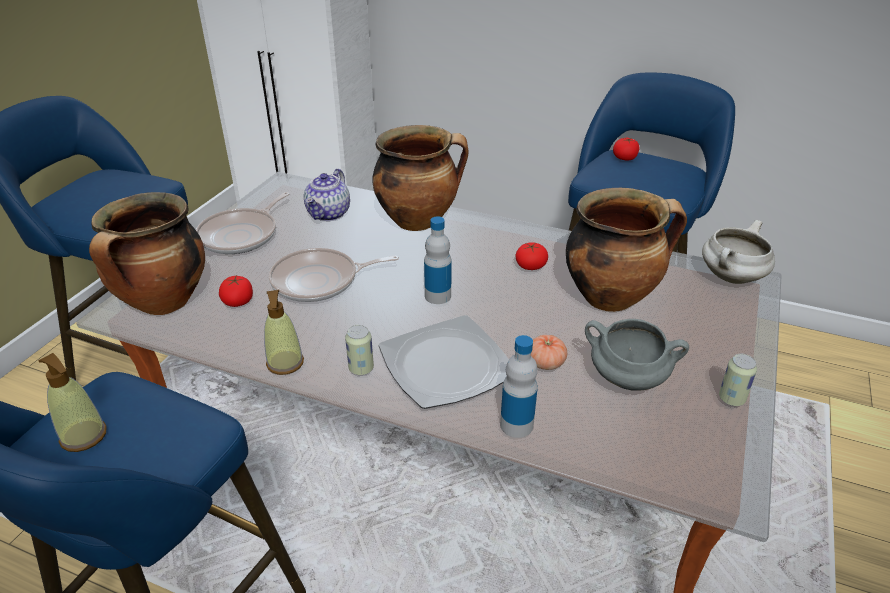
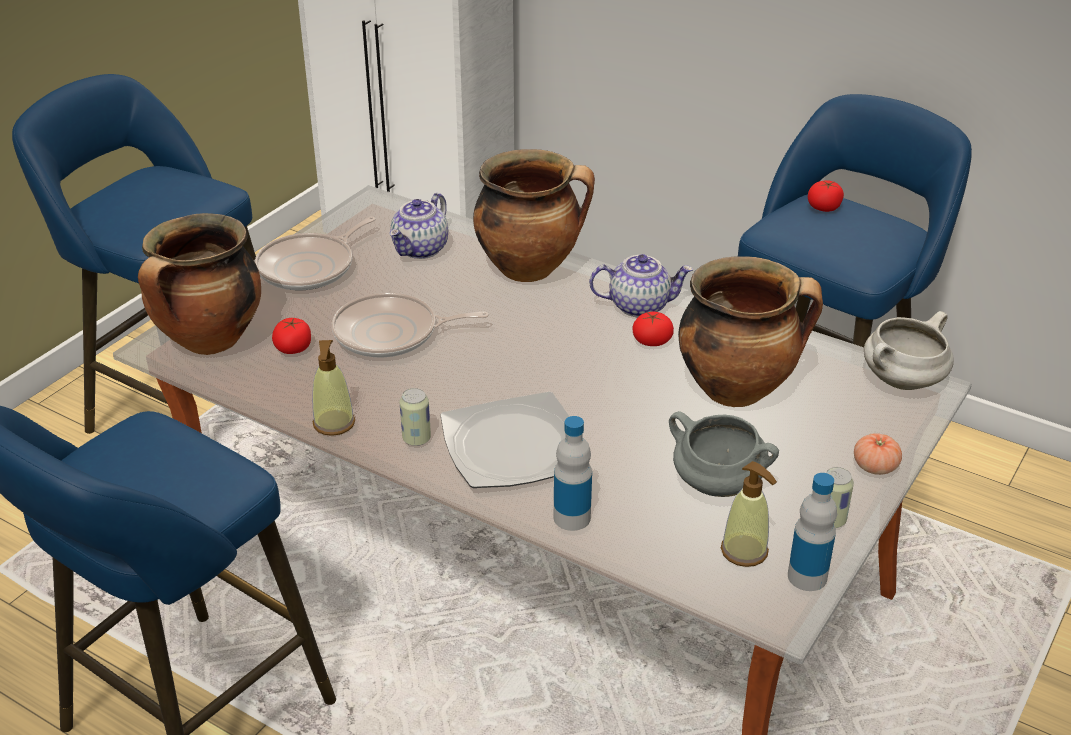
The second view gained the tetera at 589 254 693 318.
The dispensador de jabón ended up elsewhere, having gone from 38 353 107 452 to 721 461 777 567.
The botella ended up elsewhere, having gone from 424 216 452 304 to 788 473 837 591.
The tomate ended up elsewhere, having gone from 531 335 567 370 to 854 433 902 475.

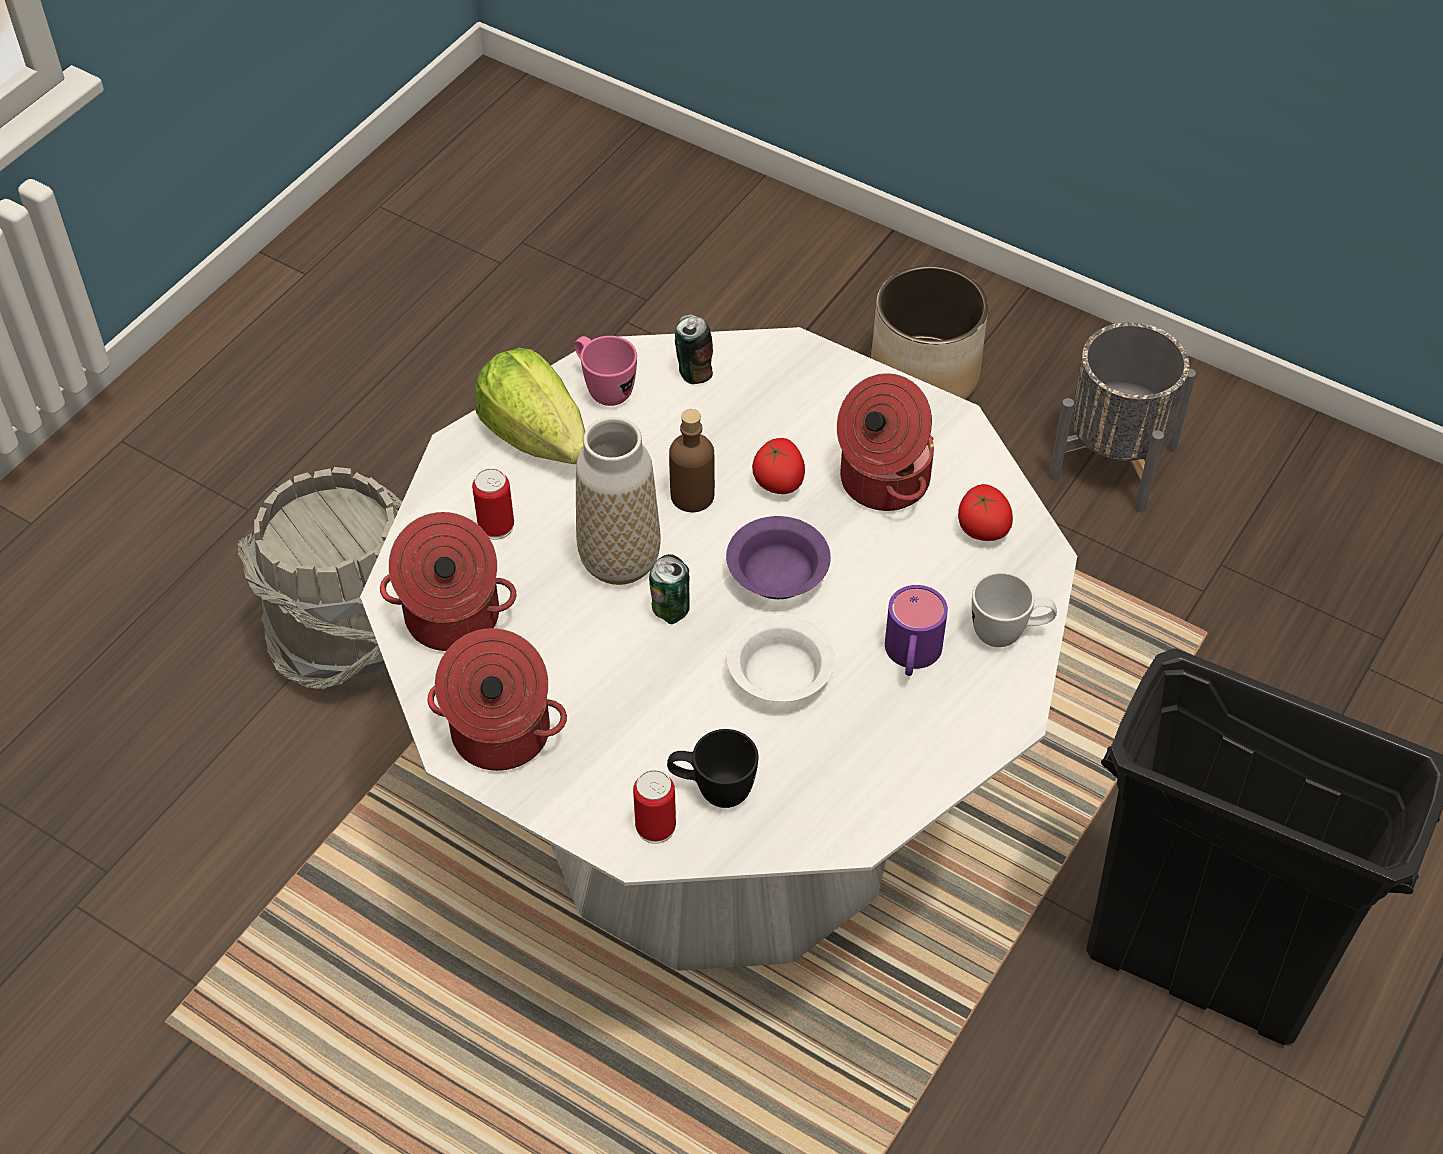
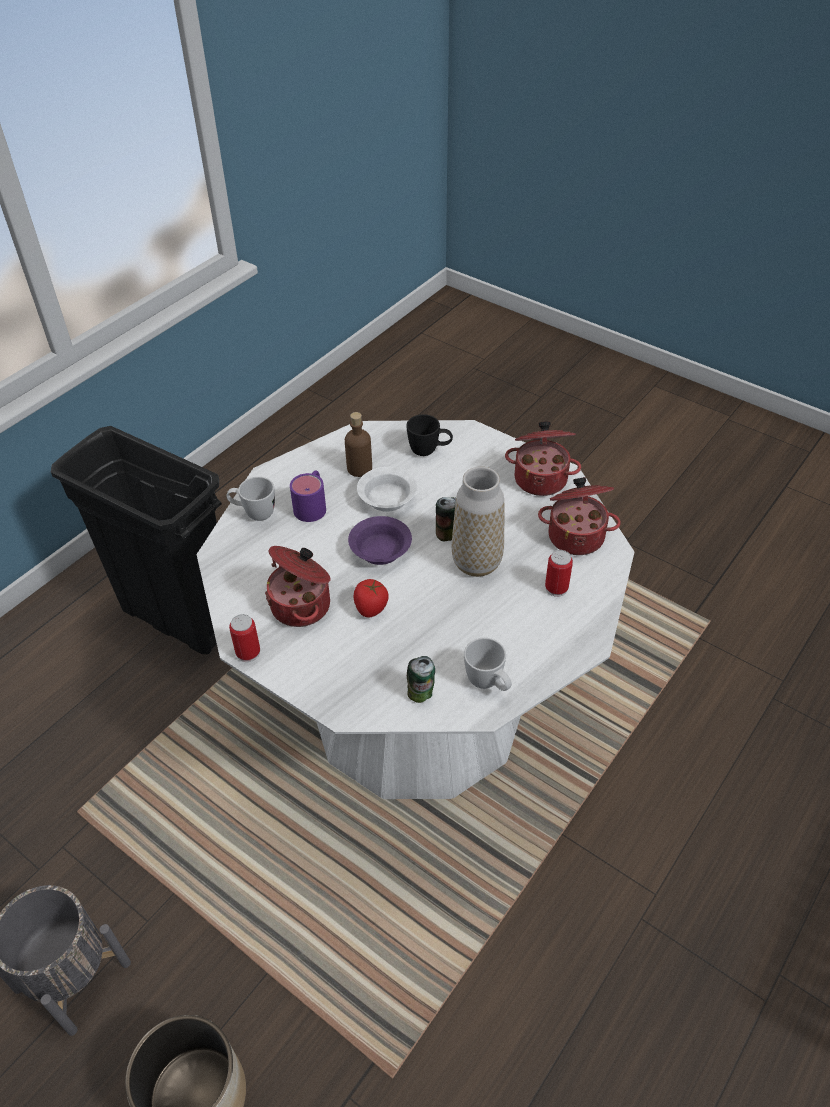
The lata ended up elsewhere, having gone from 633 770 676 844 to 229 614 260 662.
The botella/marrón ended up elsewhere, having gone from 669 409 715 512 to 345 412 372 477.
What was the taza grande/rosa at 574 336 637 406 turned into the taza grande/blanco at 464 638 512 691.
The second view lost the cubo/gris at 238 467 402 692.
The second view lost the lechuga at 475 348 585 464.
The second view lost the tomate at 958 484 1013 541.

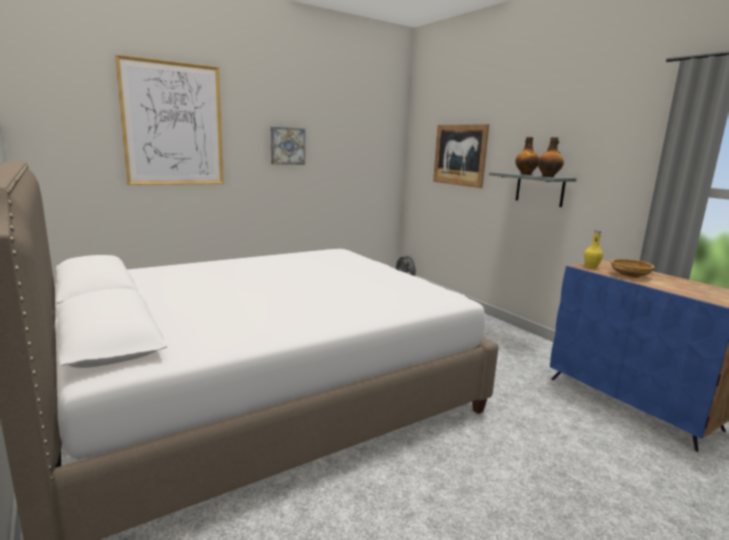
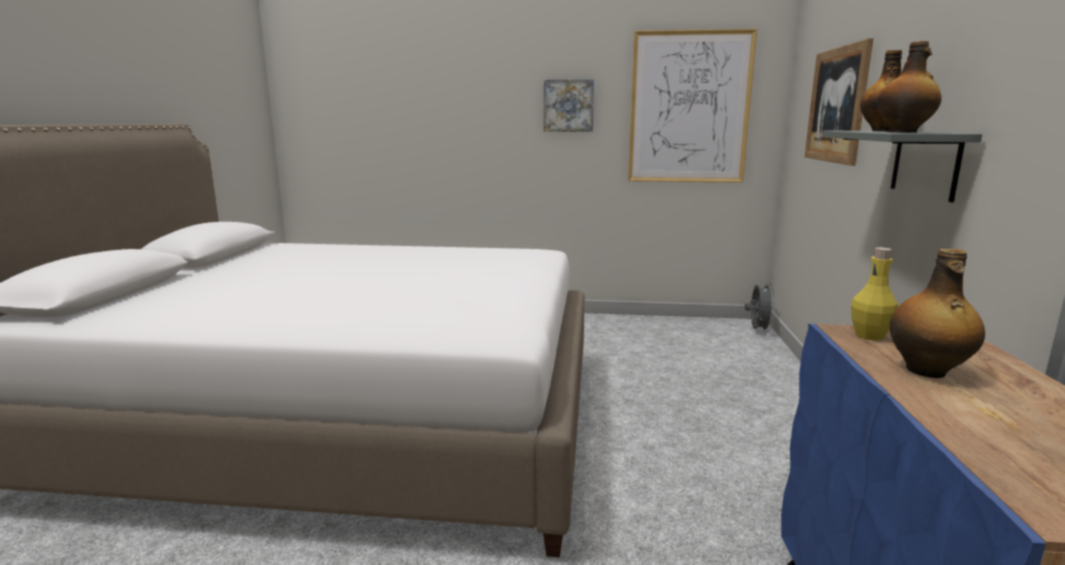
The cuadro ended up elsewhere, having gone from 115 54 224 185 to 628 29 757 183.
Where the cuenco/beis stood at 611 259 655 278, the botella came to stand at 890 249 985 378.

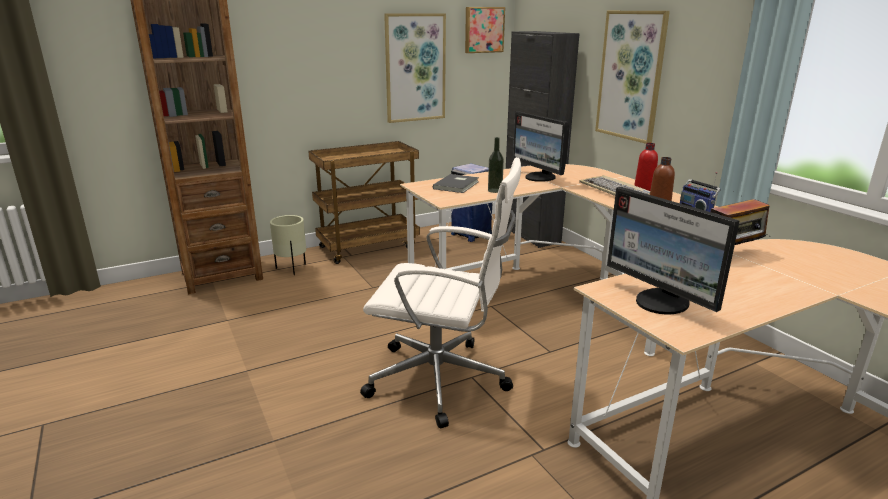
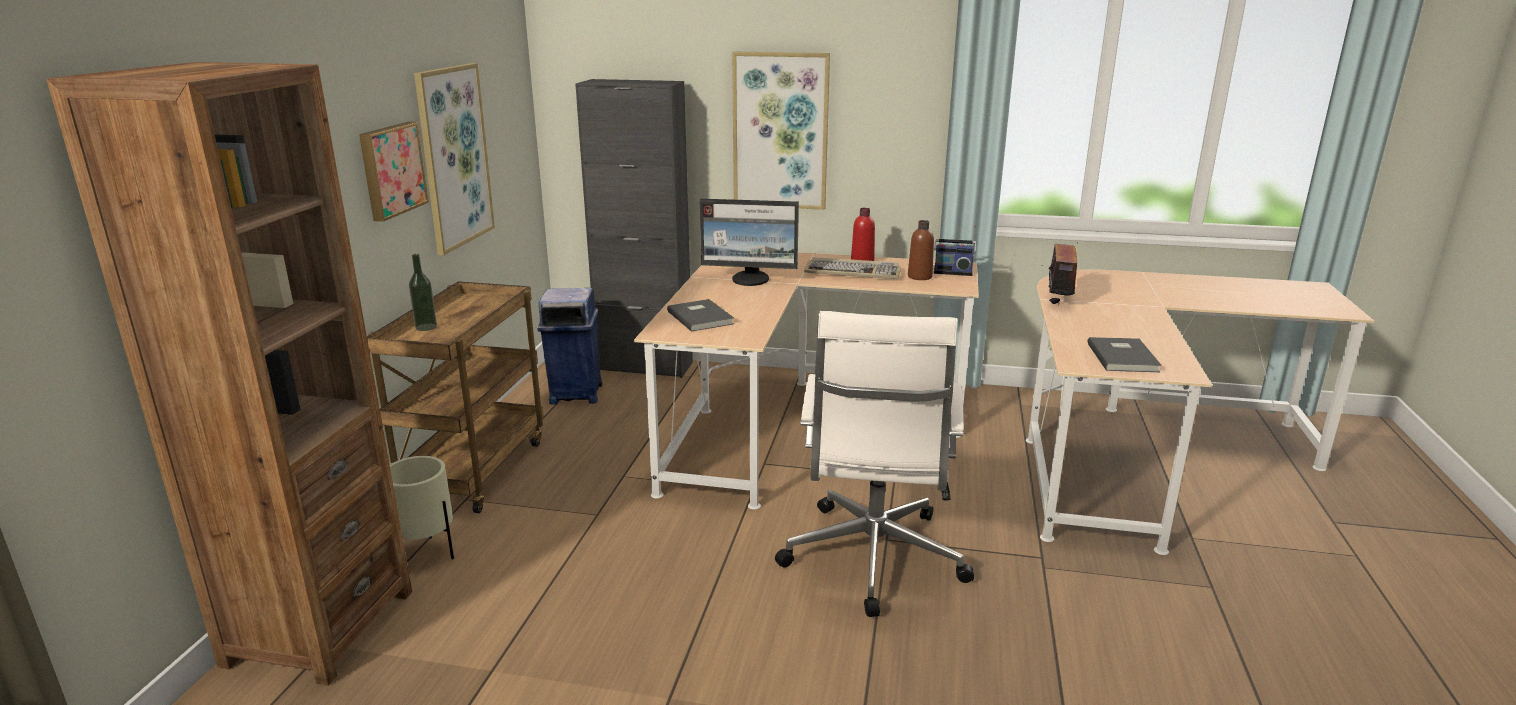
The cuadro ended up elsewhere, having gone from 465 7 505 53 to 359 122 429 222.
The botella ended up elsewhere, having gone from 488 137 504 193 to 409 254 437 331.
The silla de oficina/blanco at 360 157 521 428 ended up facing another way, 135 degrees clockwise from before.
Where the monitor stood at 607 187 739 314, the libro/gris came to stand at 1087 337 1162 372.

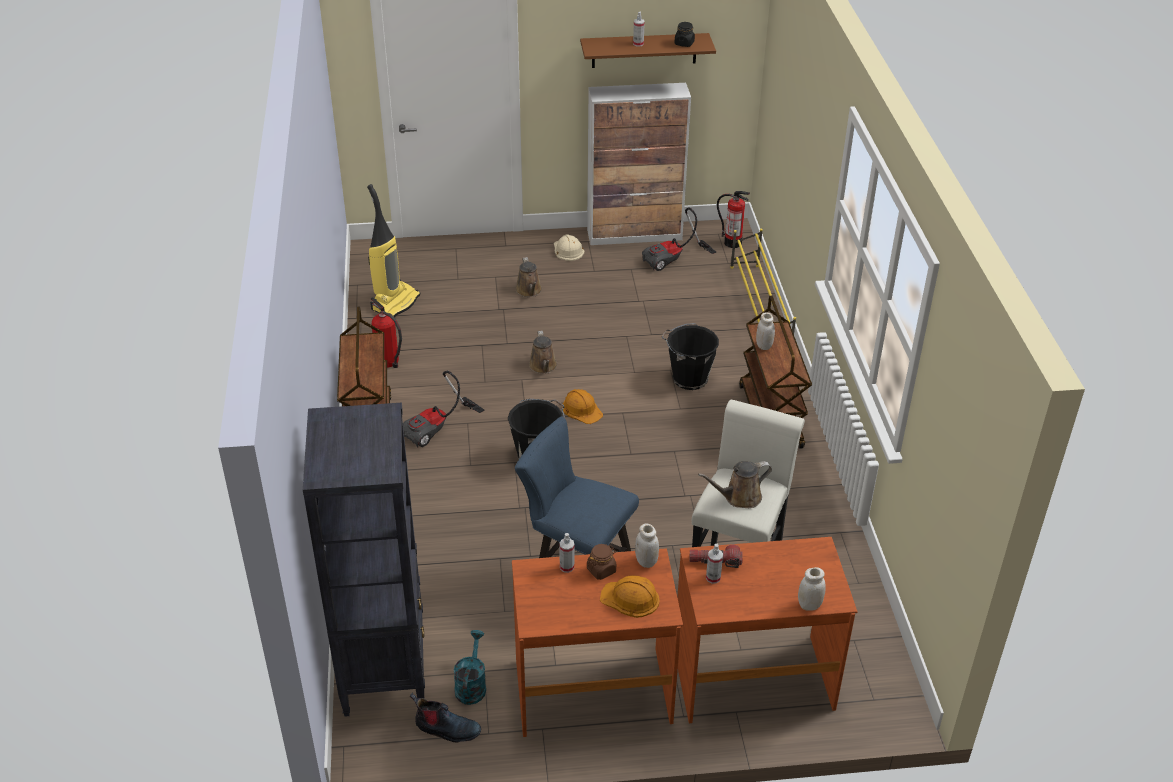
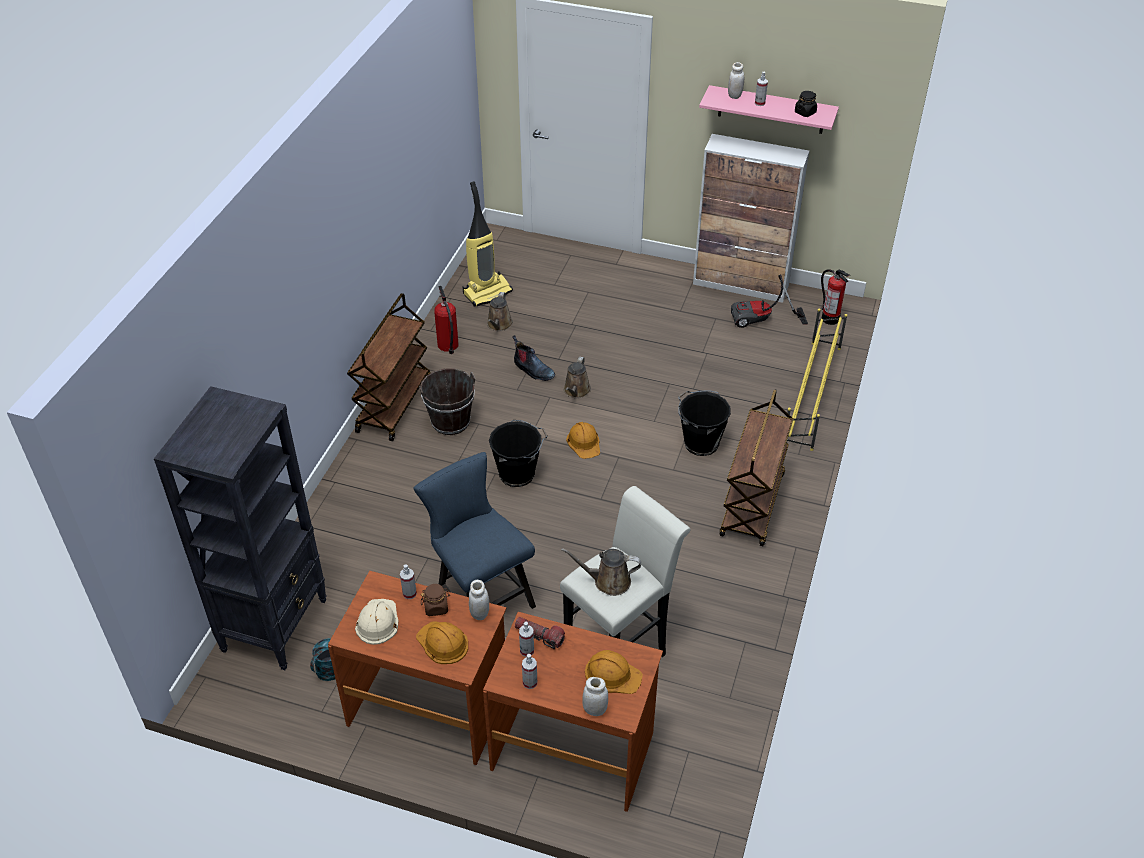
The casco/beis ended up elsewhere, having gone from 554 234 585 261 to 355 599 398 645.
Where the aspiradora stood at 403 370 485 447, the cubo/marrón came to stand at 419 368 475 435.
The regadera/marrón ended up elsewhere, having gone from 516 257 542 297 to 487 292 513 331.
The bota ended up elsewhere, having gone from 410 693 481 743 to 512 335 555 381.
The second view gained the pulverizador at 522 654 537 689.
The second view gained the casco/naranja at 585 650 643 694.
What was the estante/marrón at 580 33 716 68 turned into the estante/rosa at 699 85 839 134.
The tarro/blanco ended up elsewhere, having gone from 756 312 775 350 to 728 62 744 99.

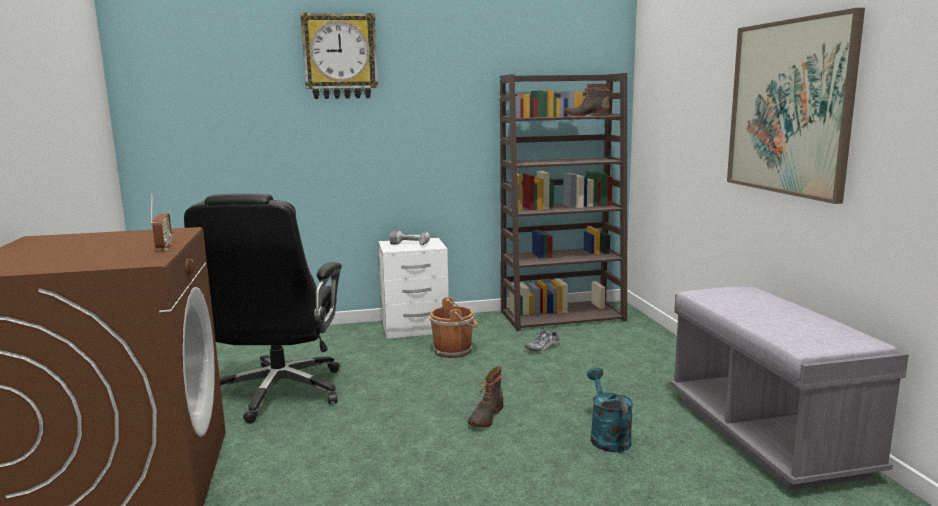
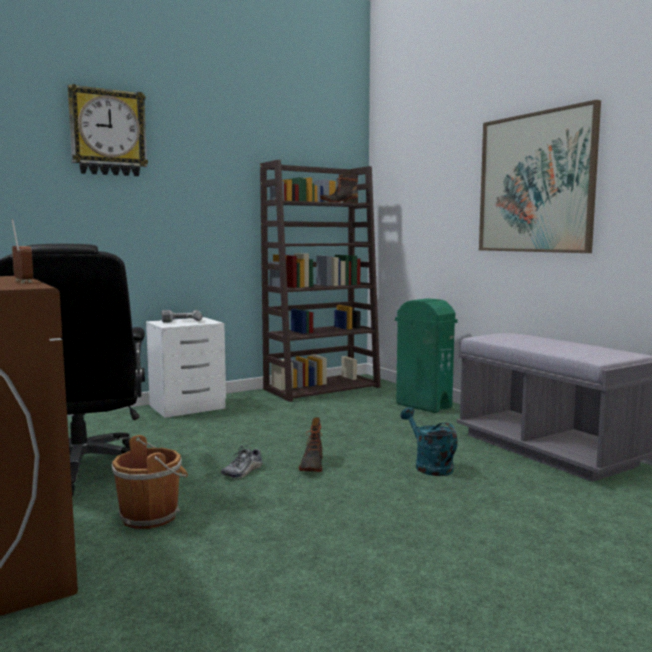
The cubo/marrón ended up elsewhere, having gone from 429 297 478 358 to 111 435 188 529.
The zapato ended up elsewhere, having gone from 525 327 560 353 to 221 446 262 478.
The second view gained the papelera/verde at 395 298 458 413.

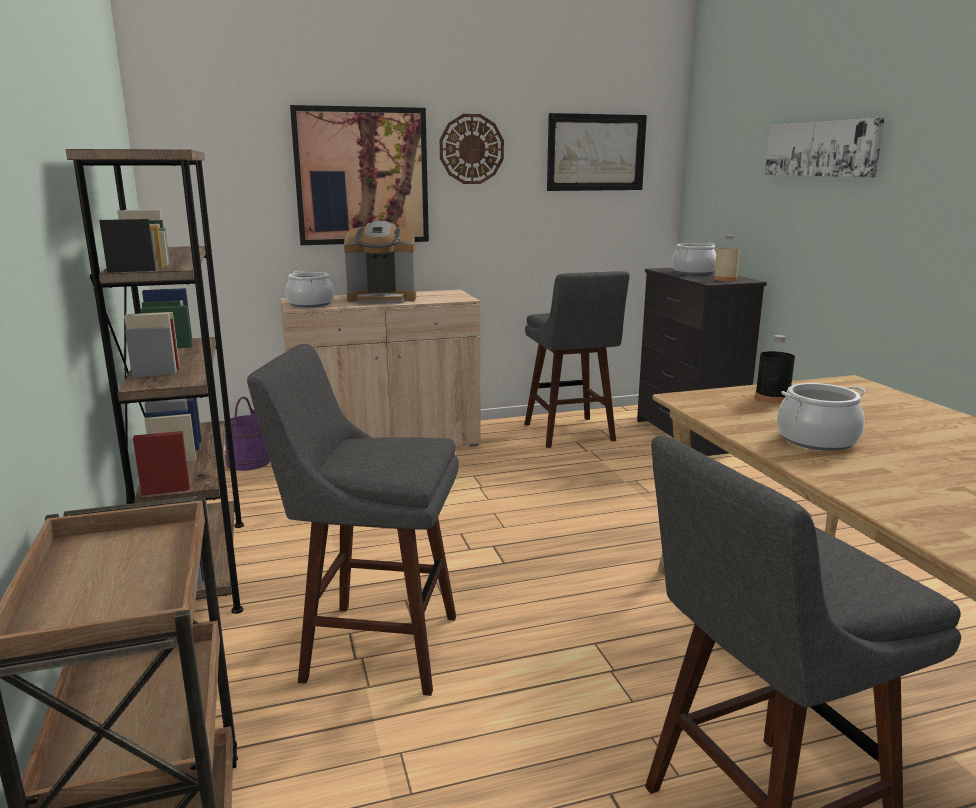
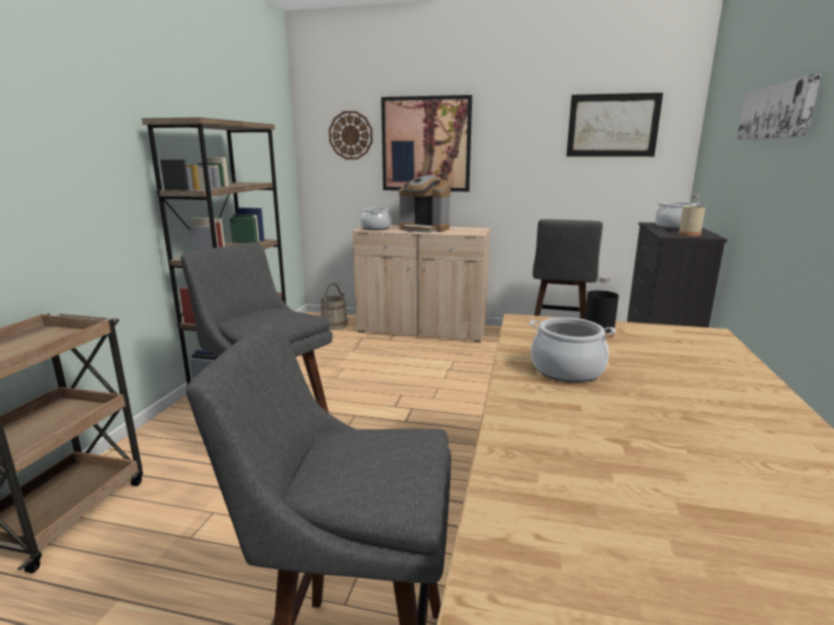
What was the cubo/morado at 225 397 270 471 turned into the cubo/beis at 321 283 348 330.
The reloj de pared ended up elsewhere, having gone from 440 114 504 184 to 329 111 373 160.

